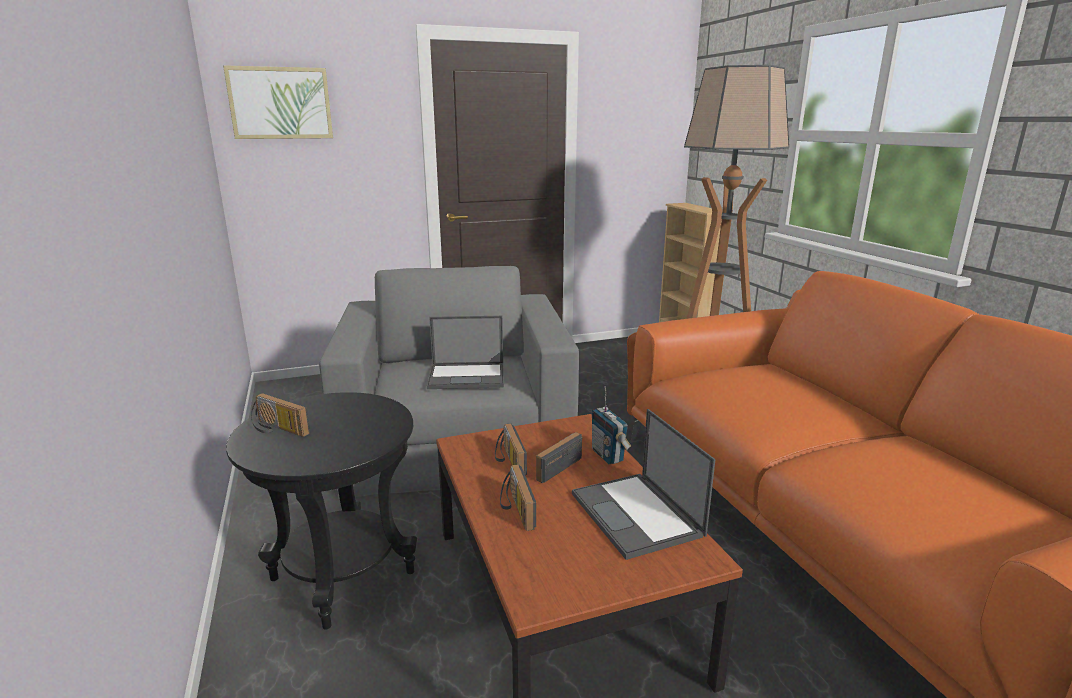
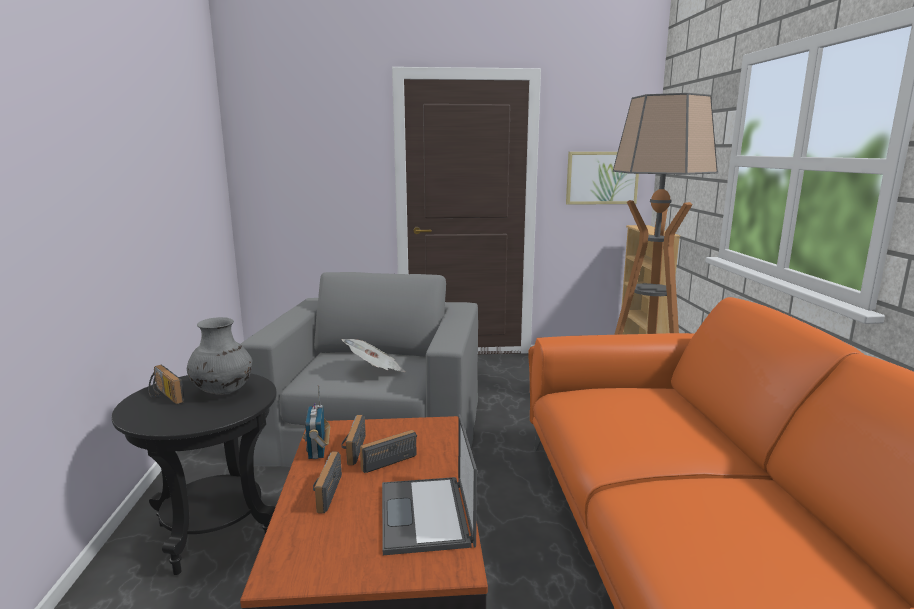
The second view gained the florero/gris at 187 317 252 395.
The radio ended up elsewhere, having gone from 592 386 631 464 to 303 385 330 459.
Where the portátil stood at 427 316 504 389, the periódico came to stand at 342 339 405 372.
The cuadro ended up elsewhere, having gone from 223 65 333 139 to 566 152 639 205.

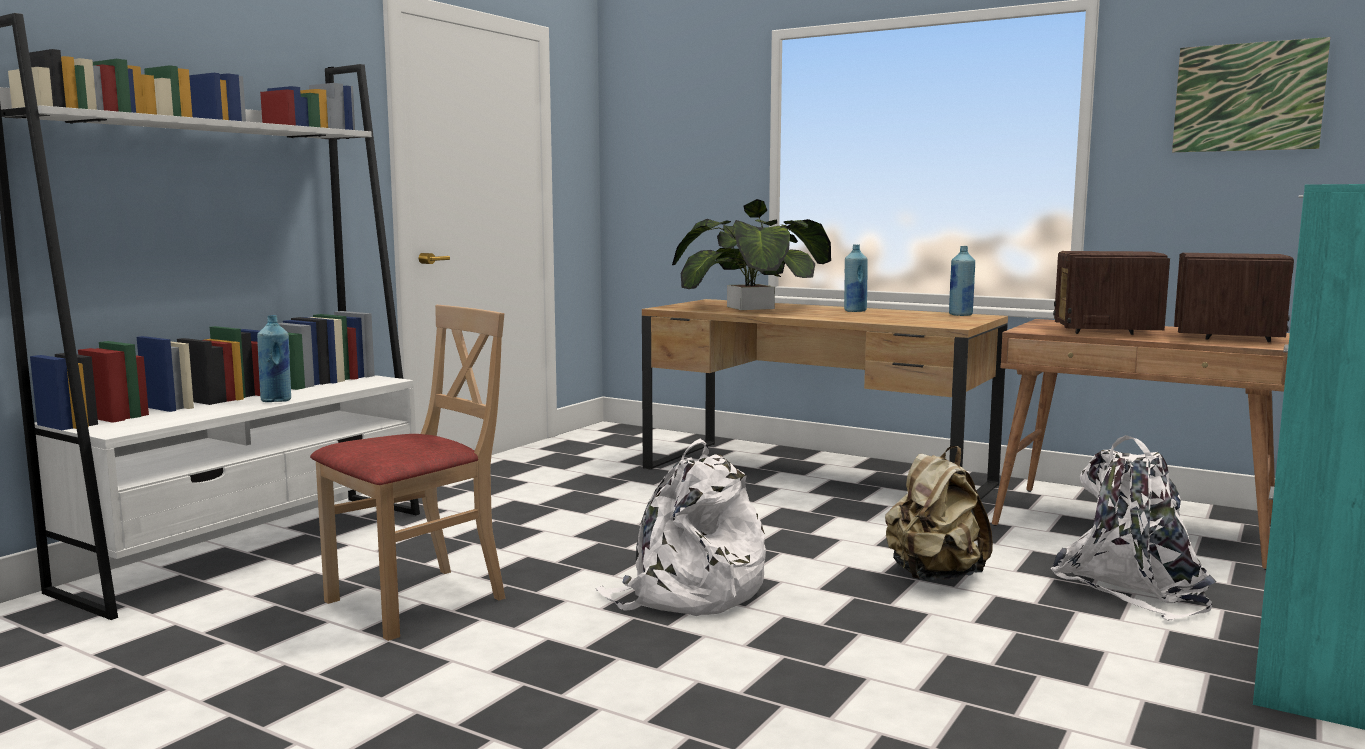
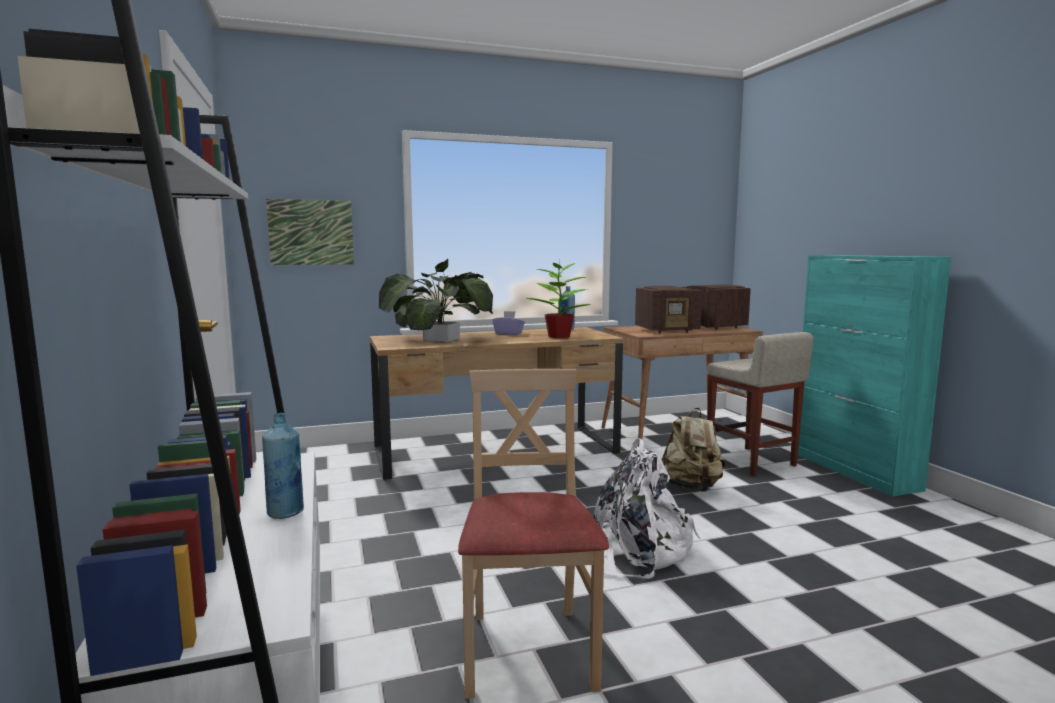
The cuadro ended up elsewhere, having gone from 1172 37 1330 152 to 266 199 354 265.
Where the botella/azul stood at 844 244 867 312, the caja de pañuelos/morado came to stand at 492 311 525 335.
The second view gained the planta en maceta at 526 259 591 338.
The radio at 1053 251 1170 335 ended up facing another way, 60 degrees counterclockwise from before.
Where the mochila/blanco stood at 1051 435 1216 621, the taburete/beis came to stand at 707 332 813 476.

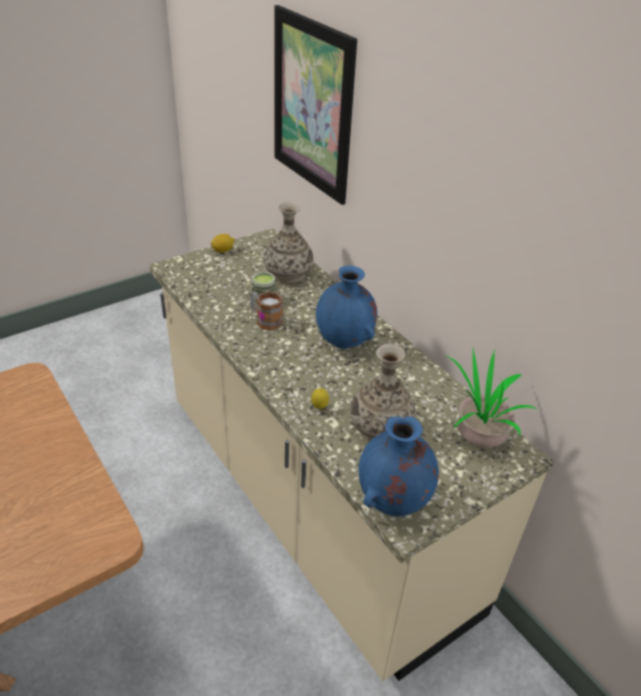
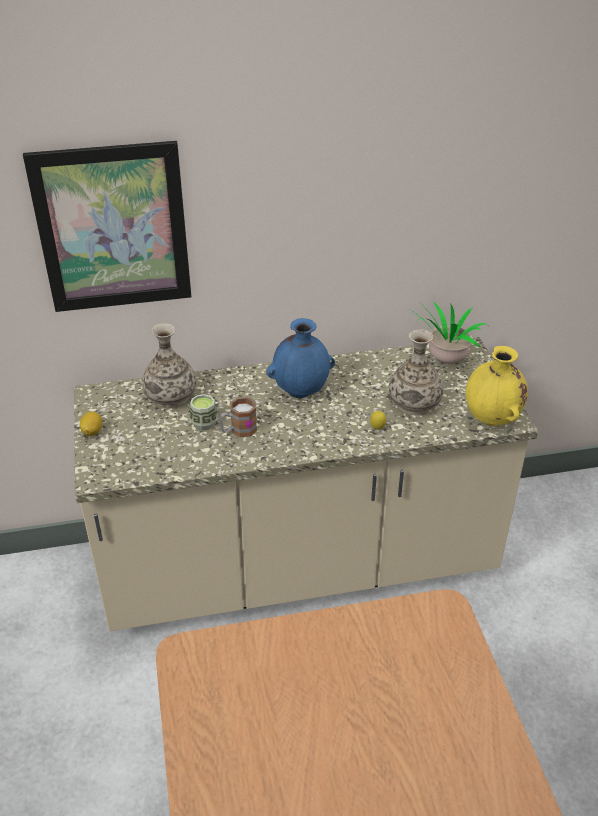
What was the florero/azul at 359 416 439 516 turned into the florero/amarillo at 466 346 528 426.

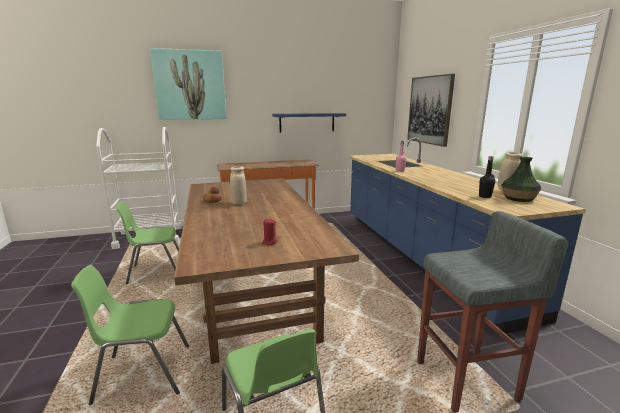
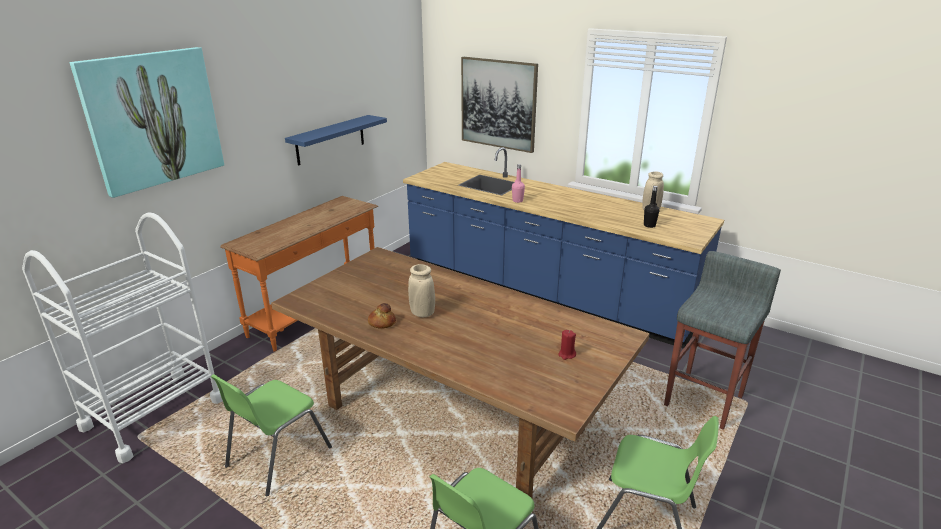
The second view lost the florero at 501 157 541 202.

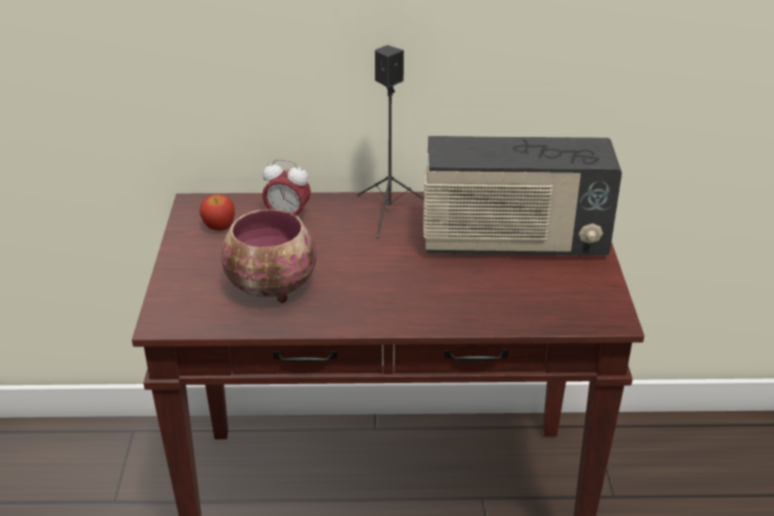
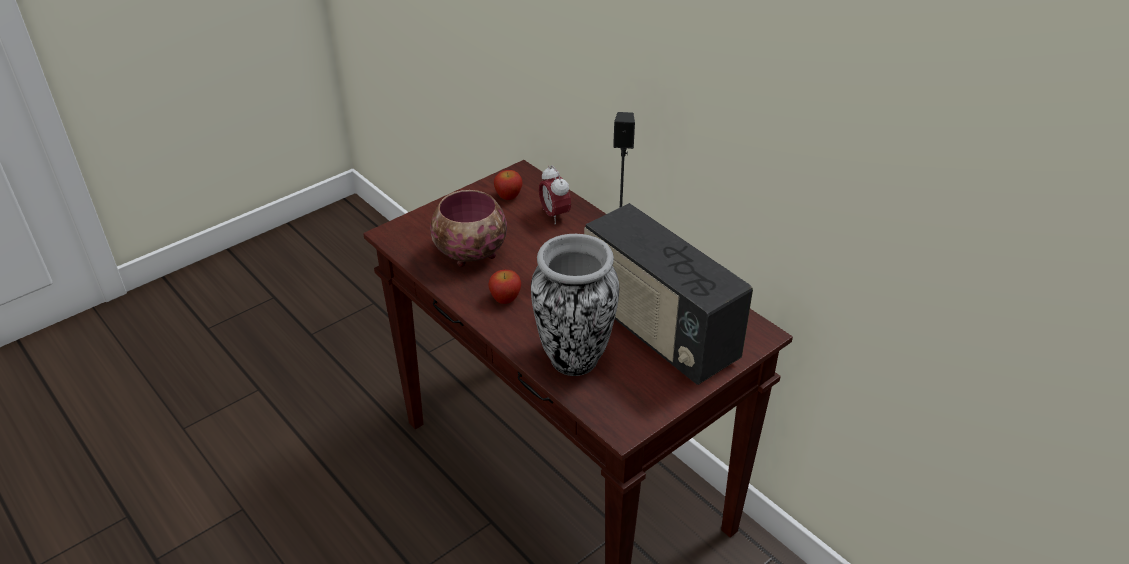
The second view gained the manzana at 488 270 521 304.
The second view gained the florero at 531 234 619 376.

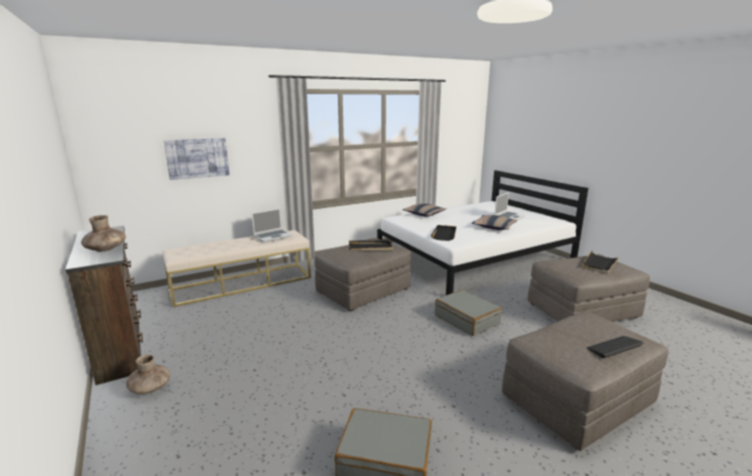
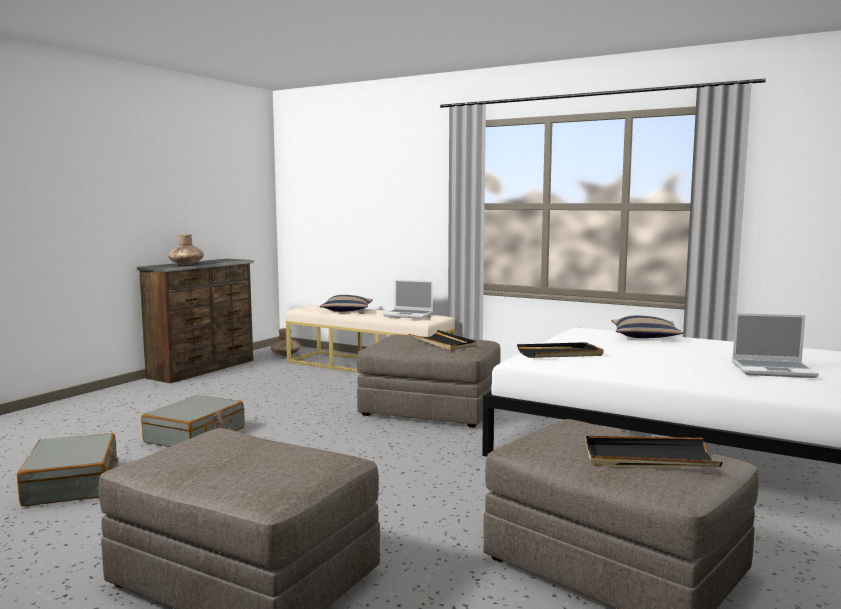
The maleta/gris ended up elsewhere, having gone from 435 290 502 336 to 141 395 245 447.
The florero/marrón ended up elsewhere, having gone from 126 355 170 394 to 271 328 301 356.
The cojín ended up elsewhere, having gone from 471 215 518 230 to 320 295 373 312.
The second view lost the cuadro at 164 138 230 180.
The second view lost the teclado at 586 336 644 358.

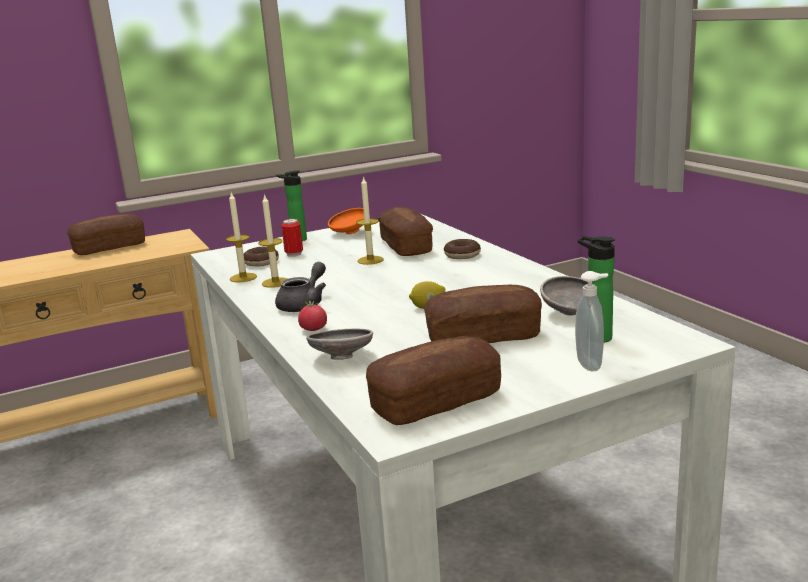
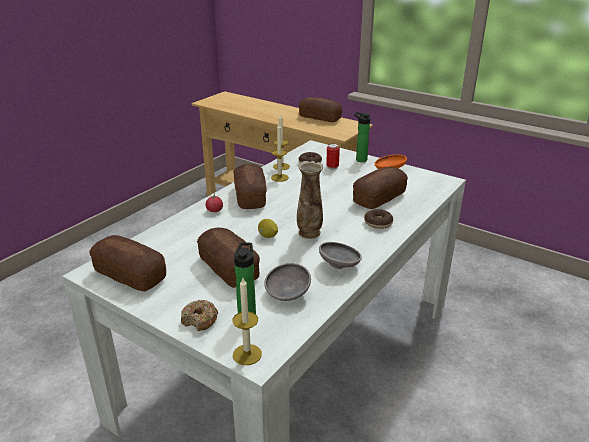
Where the dispensador de jabón stood at 575 271 608 371, the rosquilla came to stand at 181 300 218 331.
The vela ended up elsewhere, having gone from 356 176 384 265 to 232 278 262 365.
Where the tetera/gris stood at 275 262 326 312, the pan came to stand at 233 164 267 209.
The second view gained the florero at 297 161 323 239.
The cuenco/gris ended up elsewhere, having gone from 306 329 373 360 to 319 242 362 269.

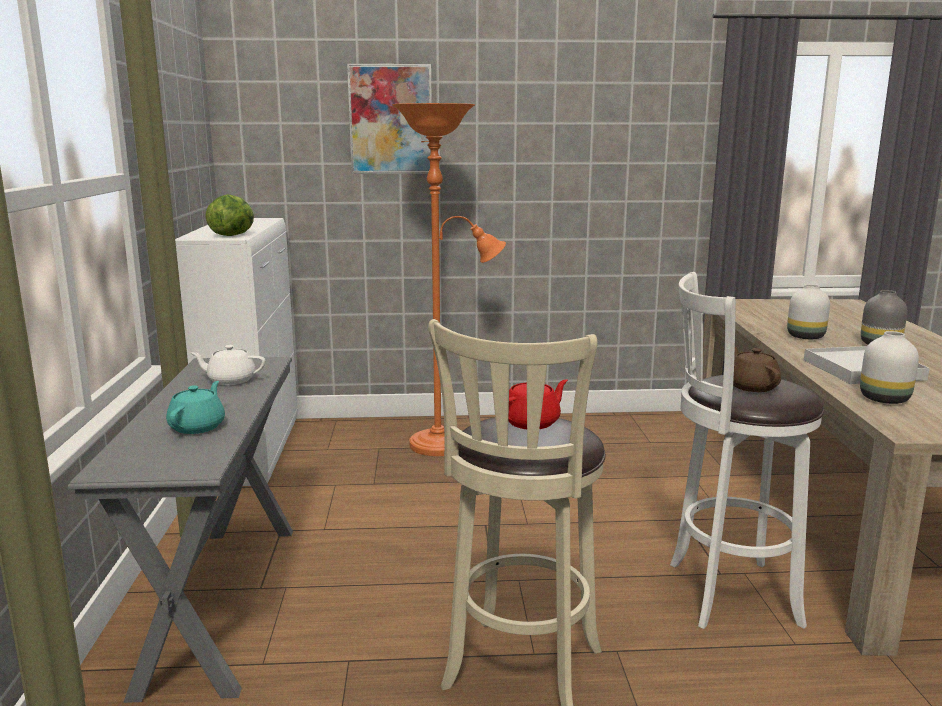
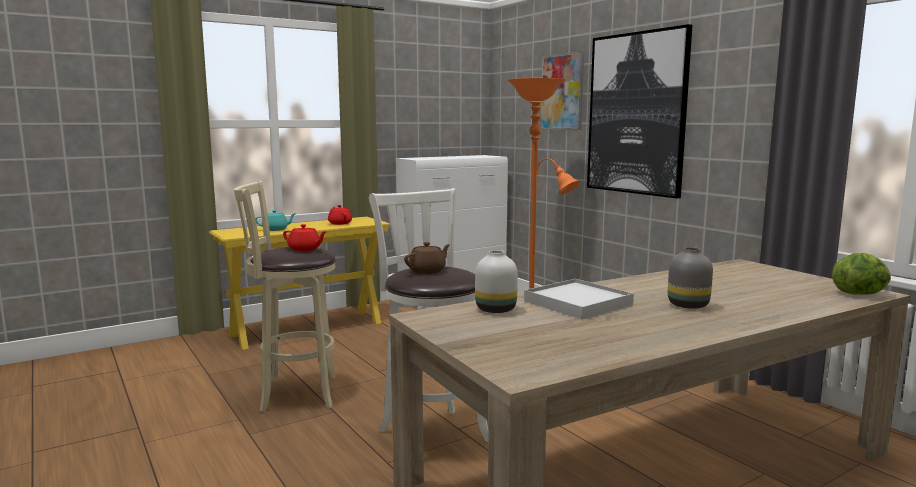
What was the mesa consola/gris at 68 357 293 703 turned into the mesa consola/amarillo at 209 217 390 350.
What was the tetera/blanco at 191 345 266 385 turned into the tetera/rojo at 328 205 352 225.
The second view gained the cuadro at 587 24 693 198.
The lechuga ended up elsewhere, having gone from 205 194 254 236 to 832 253 891 295.
The second view lost the florero/blanco at 787 284 830 339.

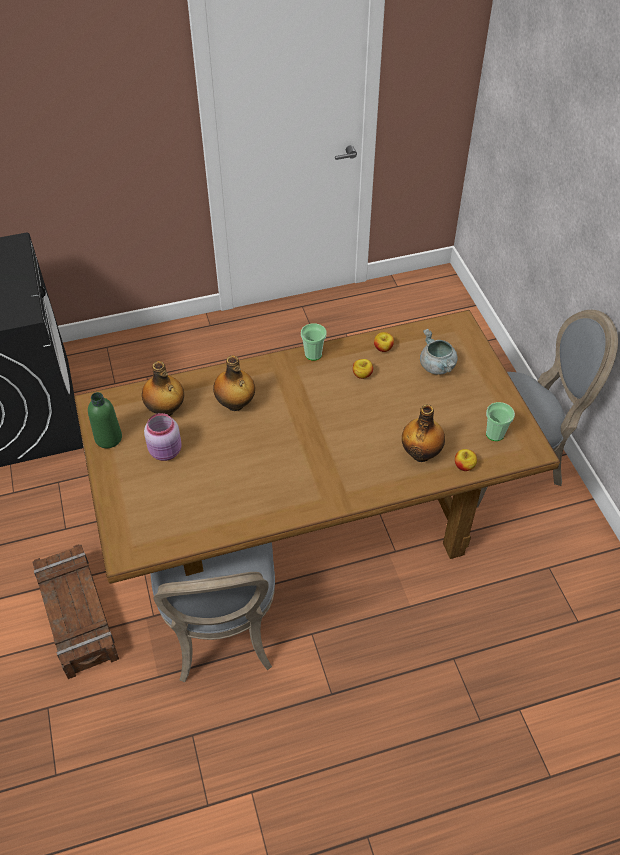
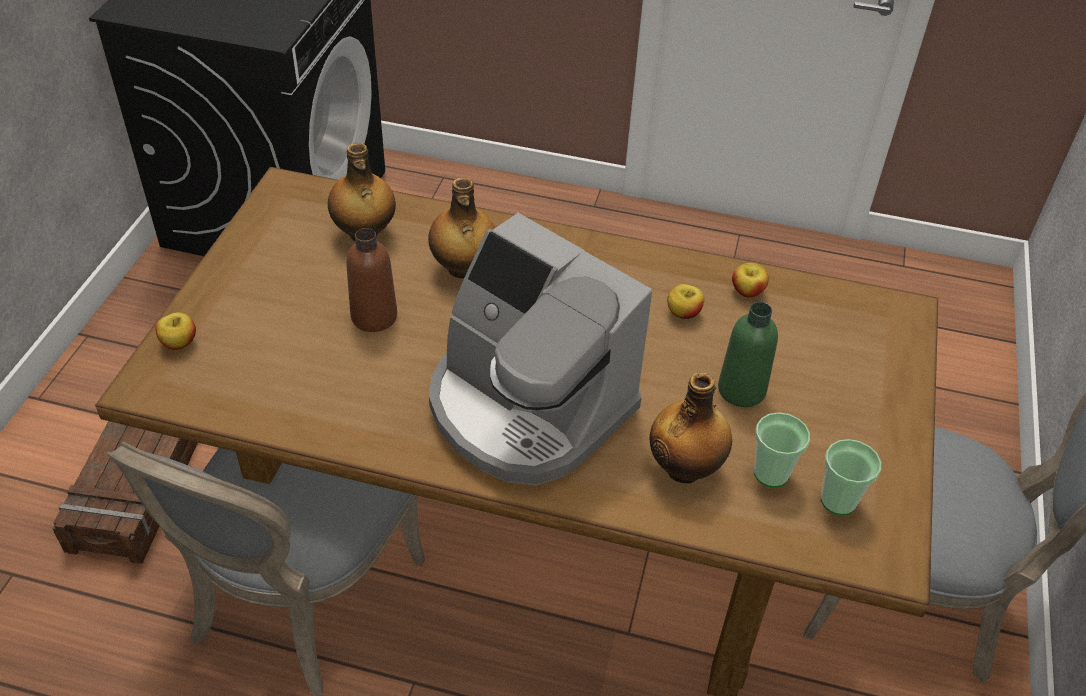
The manzana ended up elsewhere, having gone from 455 449 477 471 to 156 312 196 350.
The second view gained the botella/marrón at 346 228 397 332.
The second view gained the cafetera at 429 213 652 486.
The botella/verde ended up elsewhere, having gone from 88 392 122 448 to 718 302 778 407.
The taza ended up elsewhere, having gone from 301 323 326 361 to 754 412 810 487.
The second view lost the tarro/rosa at 144 413 182 461.
The second view lost the olla/gris at 420 329 458 375.

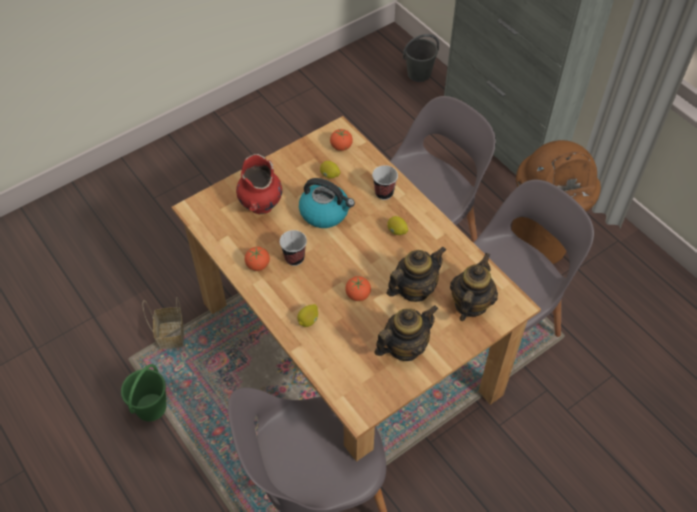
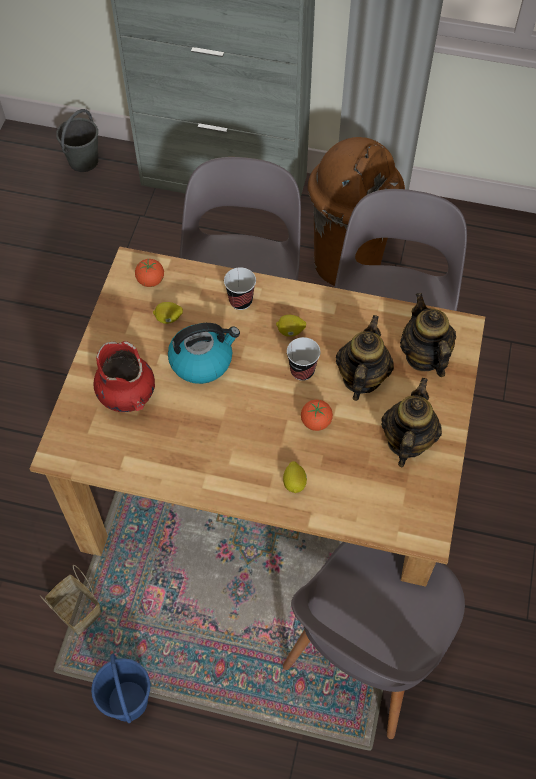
What was the cubo/verde at 121 364 166 422 turned into the cubo/azul at 91 654 150 723.
The taza ended up elsewhere, having gone from 280 230 307 266 to 287 337 320 381.
The second view lost the tomate at 245 247 270 271.

